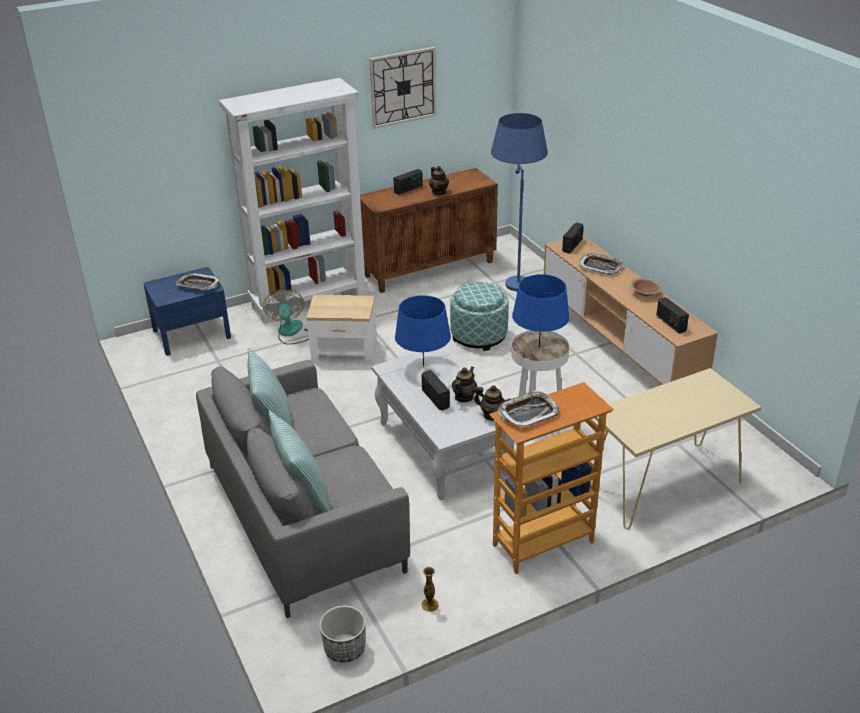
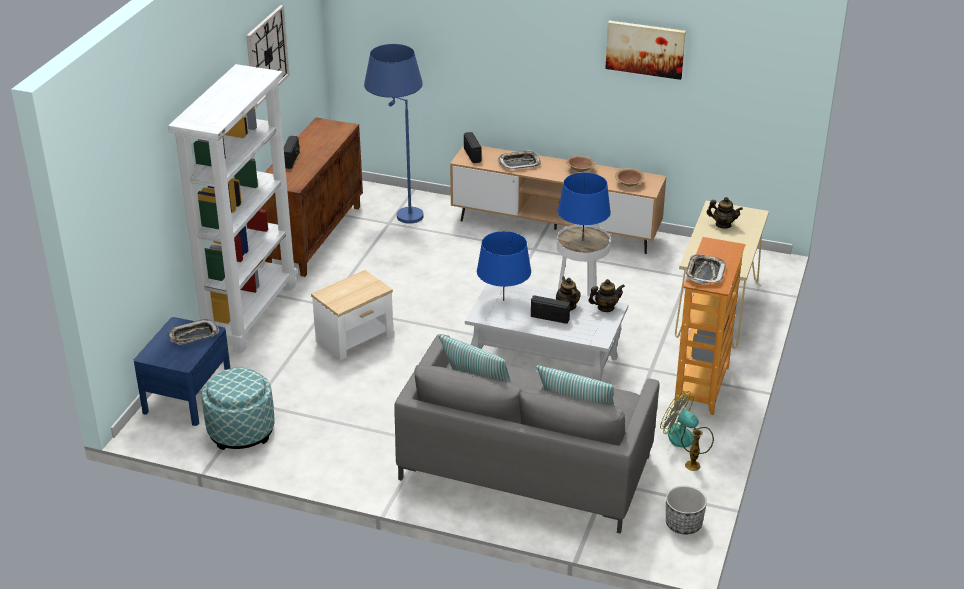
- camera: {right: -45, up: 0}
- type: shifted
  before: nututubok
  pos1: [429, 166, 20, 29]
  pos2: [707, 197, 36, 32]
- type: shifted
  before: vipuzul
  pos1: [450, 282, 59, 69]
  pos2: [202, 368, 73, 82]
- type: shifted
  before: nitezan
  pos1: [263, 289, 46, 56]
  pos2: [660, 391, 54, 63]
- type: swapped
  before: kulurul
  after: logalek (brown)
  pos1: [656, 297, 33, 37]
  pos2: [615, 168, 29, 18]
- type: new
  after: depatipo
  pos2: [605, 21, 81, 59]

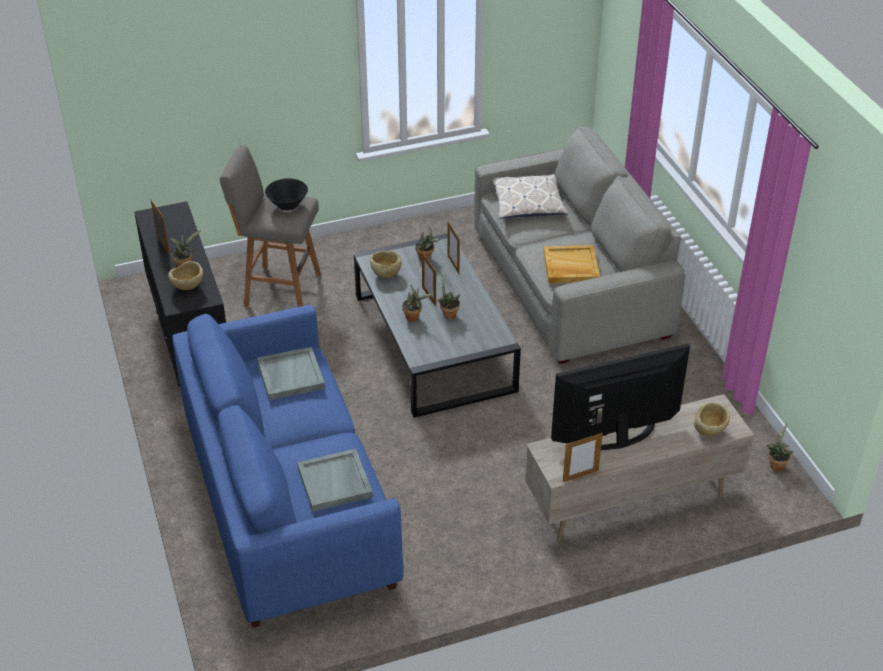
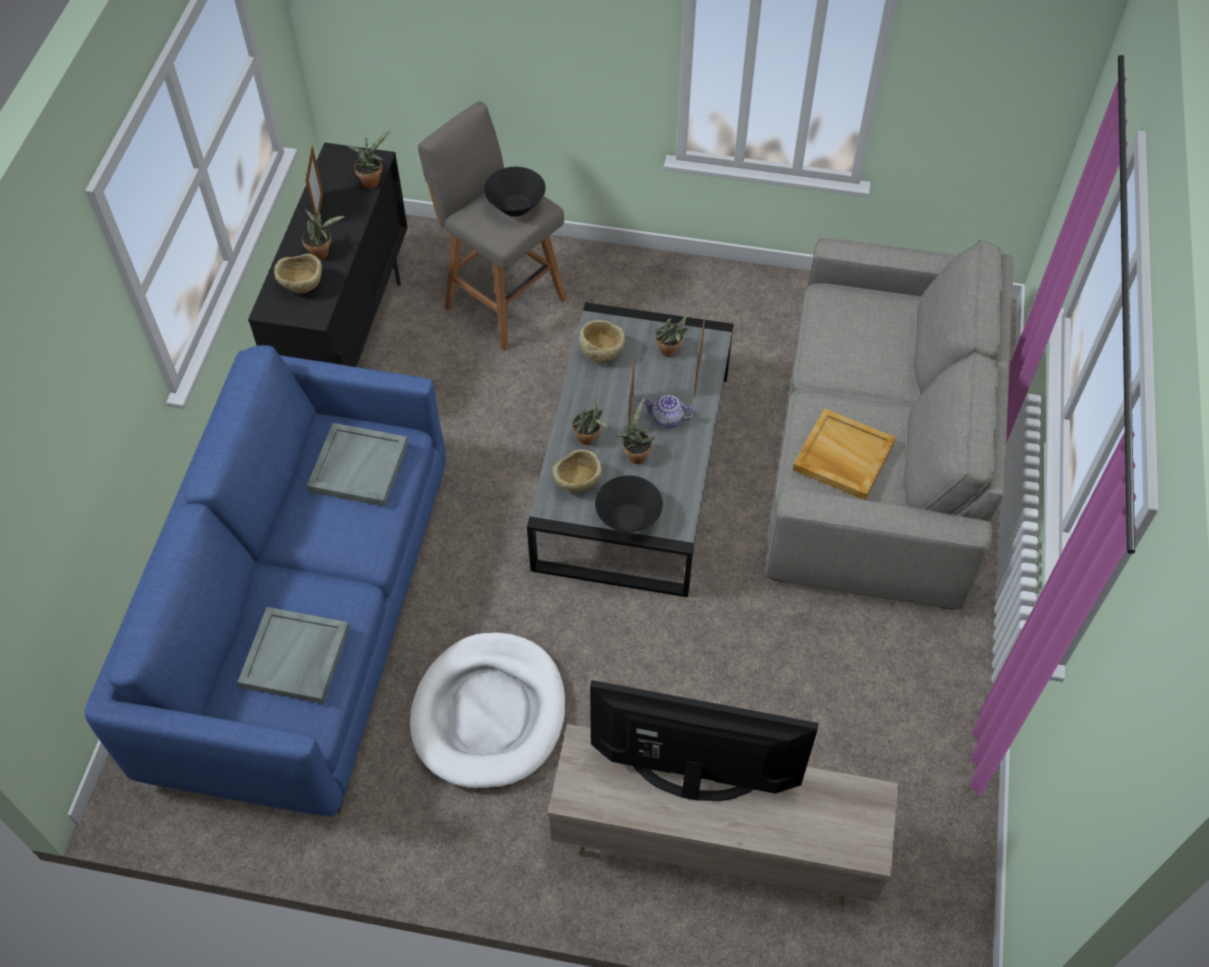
- camera: {right: 30, up: 15}
- type: gone
  before: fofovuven
  pos1: [492, 174, 76, 45]
- type: shifted
  before: logalek (beige)
  pos1: [694, 402, 36, 34]
  pos2: [552, 449, 50, 43]
- type: shifted
  before: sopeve
  pos1: [765, 423, 28, 48]
  pos2: [346, 130, 45, 58]
- type: gone
  before: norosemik
  pos1: [563, 433, 40, 49]
- type: new
  after: nututubok
  pos2: [644, 395, 51, 33]
- type: new
  after: logalek (black)
  pos2: [595, 475, 68, 57]
- type: new
  after: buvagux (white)
  pos2: [410, 632, 155, 157]

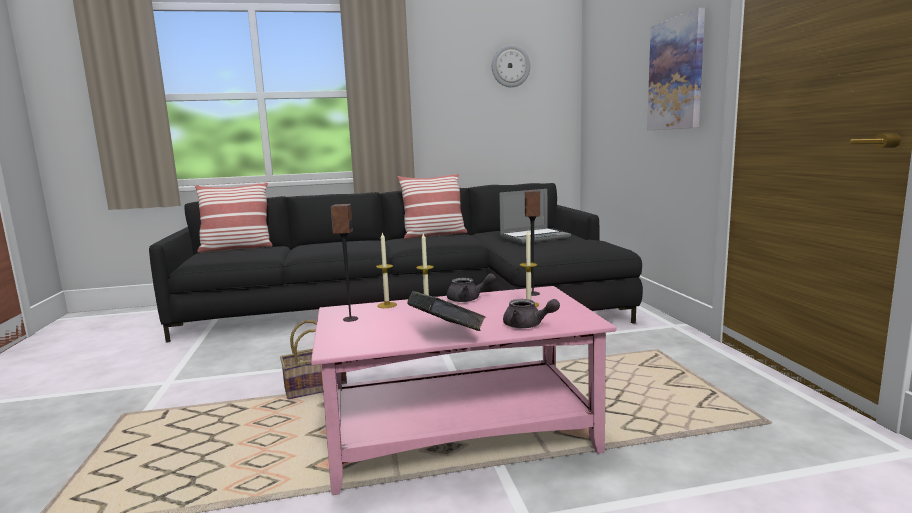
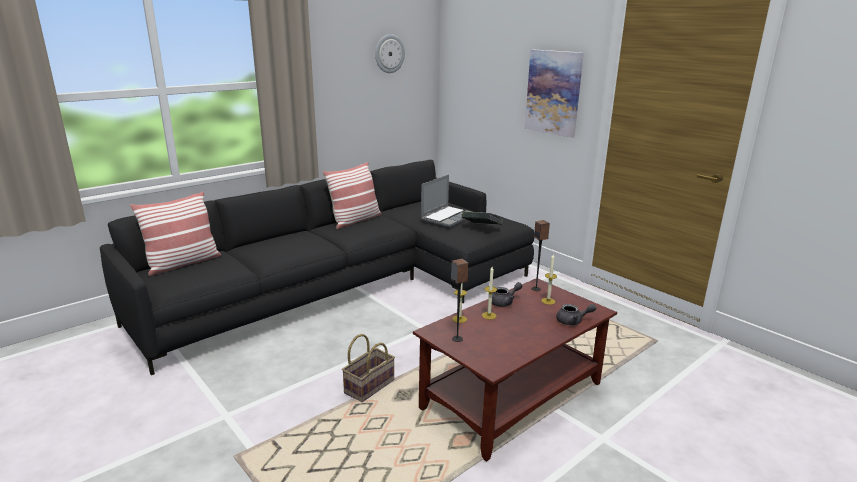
- camera: {right: -30, up: 10}
- type: repainted
  before: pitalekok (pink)
  after: pitalekok (brown)
  pos1: [311, 286, 305, 209]
  pos2: [413, 278, 204, 184]
- type: shifted
  before: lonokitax
  pos1: [407, 291, 79, 40]
  pos2: [462, 211, 41, 14]

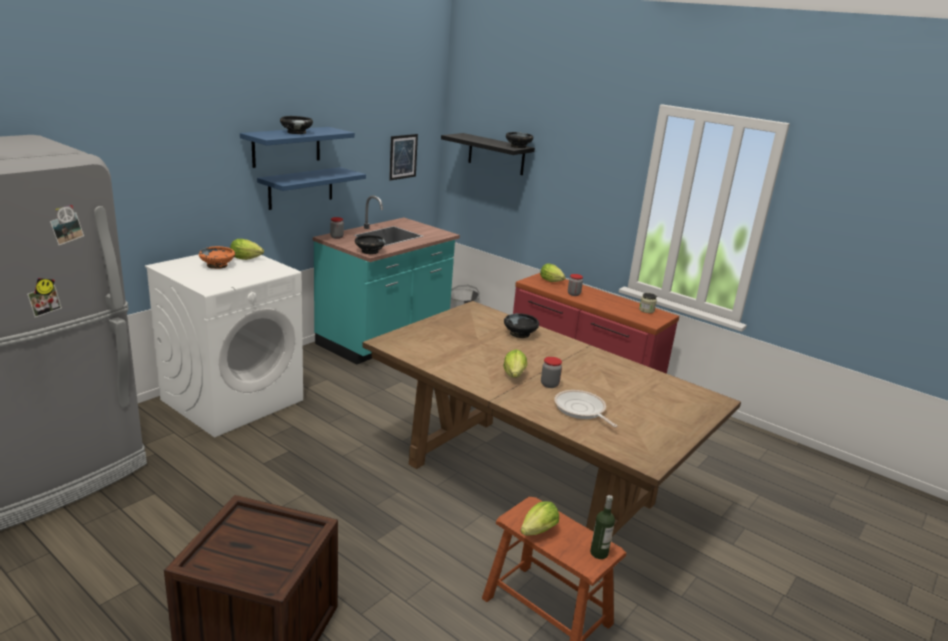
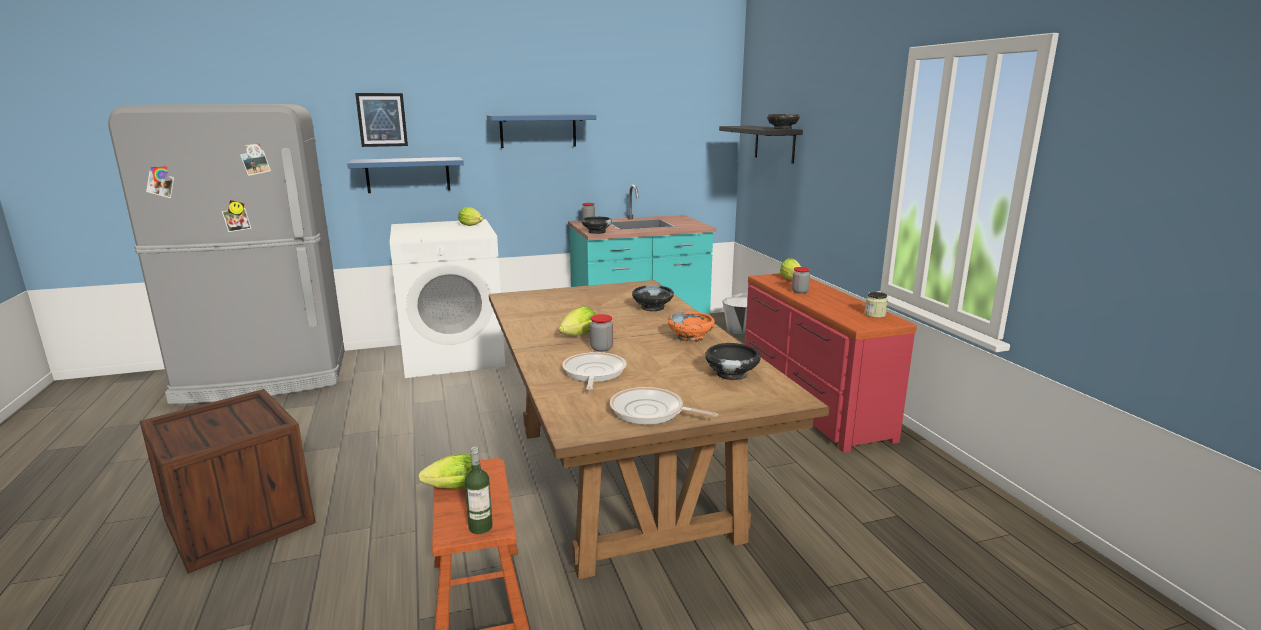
- camera: {right: 35, up: -5}
- type: shifted
  before: logalek (black)
  pos1: [280, 116, 33, 18]
  pos2: [705, 343, 56, 37]
- type: shifted
  before: depatipo
  pos1: [389, 134, 29, 47]
  pos2: [355, 93, 53, 54]
- type: shifted
  before: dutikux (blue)
  pos1: [257, 167, 109, 43]
  pos2: [347, 157, 117, 36]
- type: shifted
  before: logalek (orange)
  pos1: [198, 246, 37, 23]
  pos2: [668, 311, 47, 31]
- type: new
  after: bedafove
  pos2: [610, 387, 108, 37]

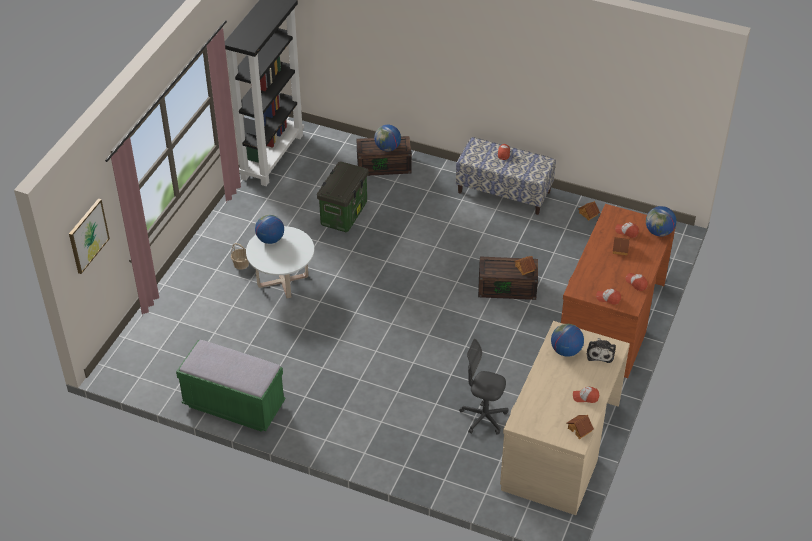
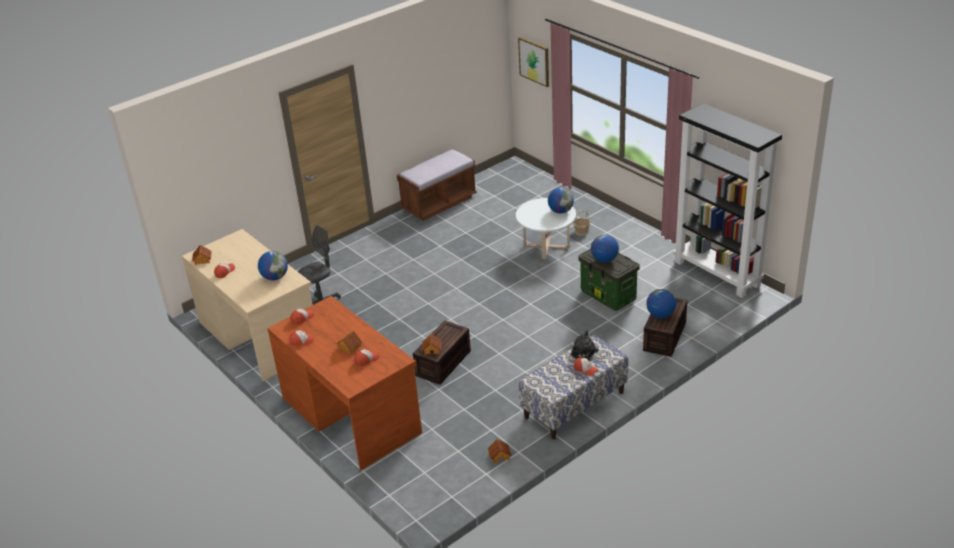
- camera: {right: 120, up: -10}
- type: shifted
  before: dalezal
  pos1: [646, 206, 30, 31]
  pos2: [591, 234, 28, 28]
- type: shifted
  before: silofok
  pos1: [587, 338, 29, 25]
  pos2: [571, 330, 33, 31]
- type: repainted
  before: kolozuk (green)
  after: kolozuk (brown)
  pos1: [176, 340, 110, 92]
  pos2: [397, 149, 80, 72]

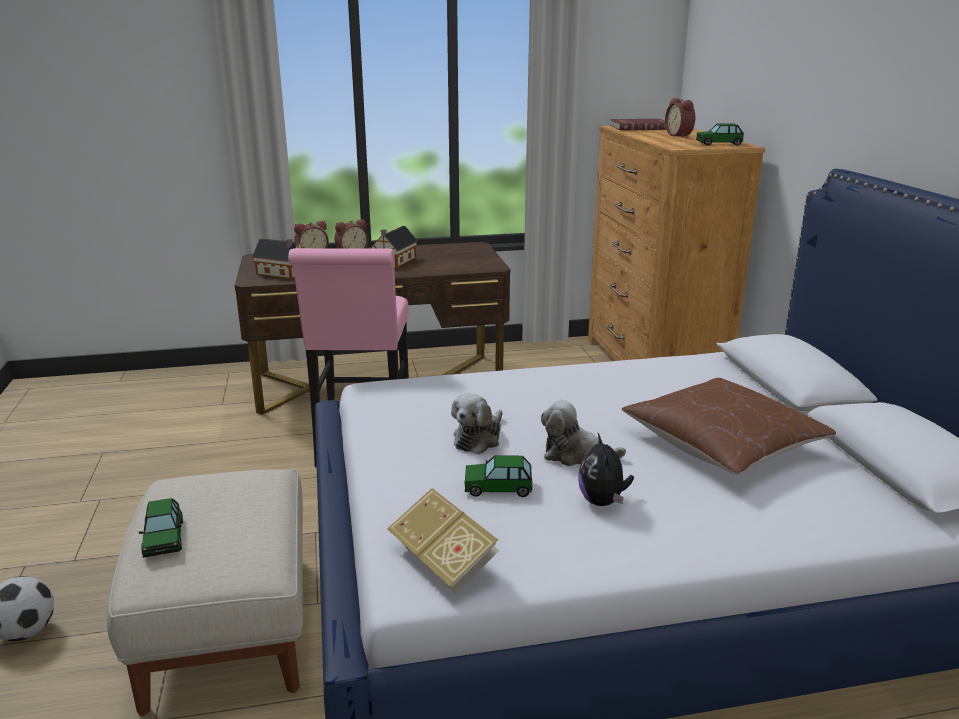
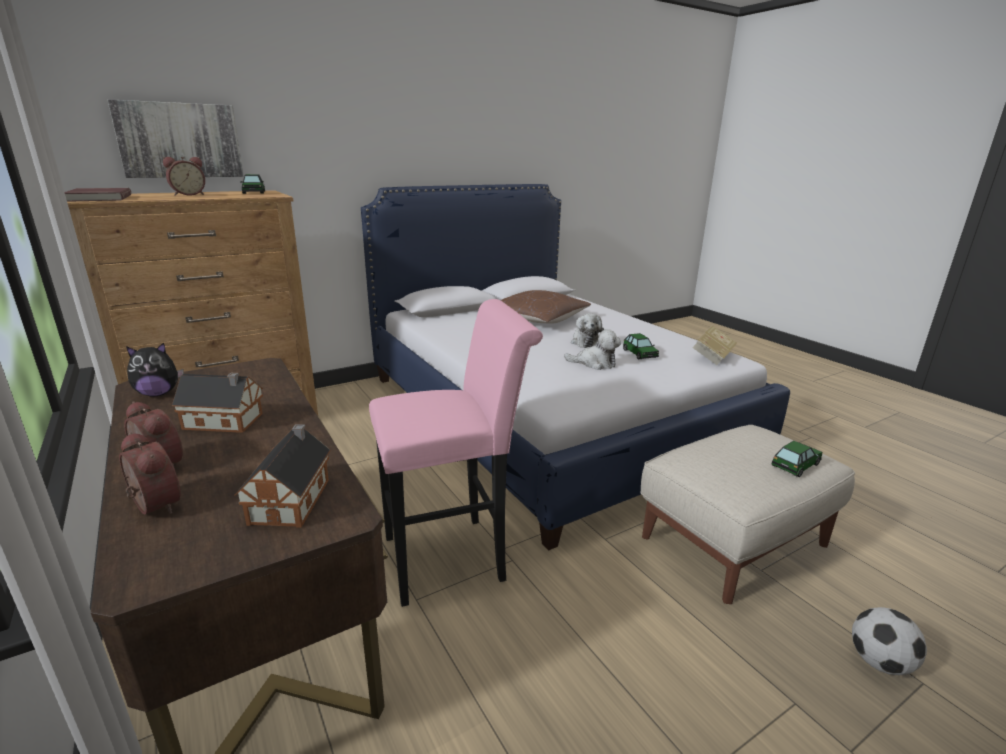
- camera: {right: -110, up: 0}
- type: shifted
  before: silofok
  pos1: [578, 433, 56, 73]
  pos2: [126, 343, 58, 54]
- type: new
  after: depatipo
  pos2: [107, 99, 137, 79]

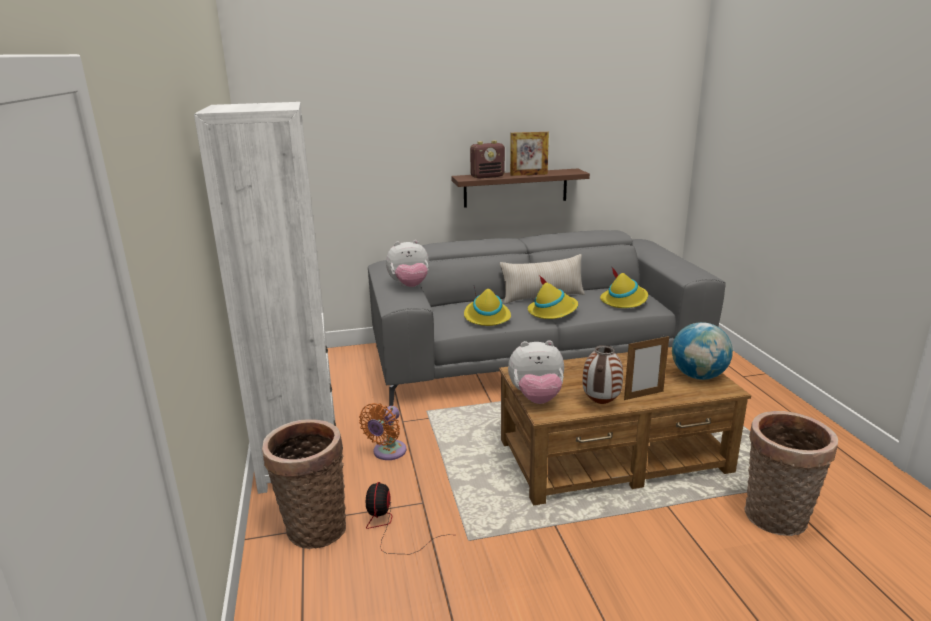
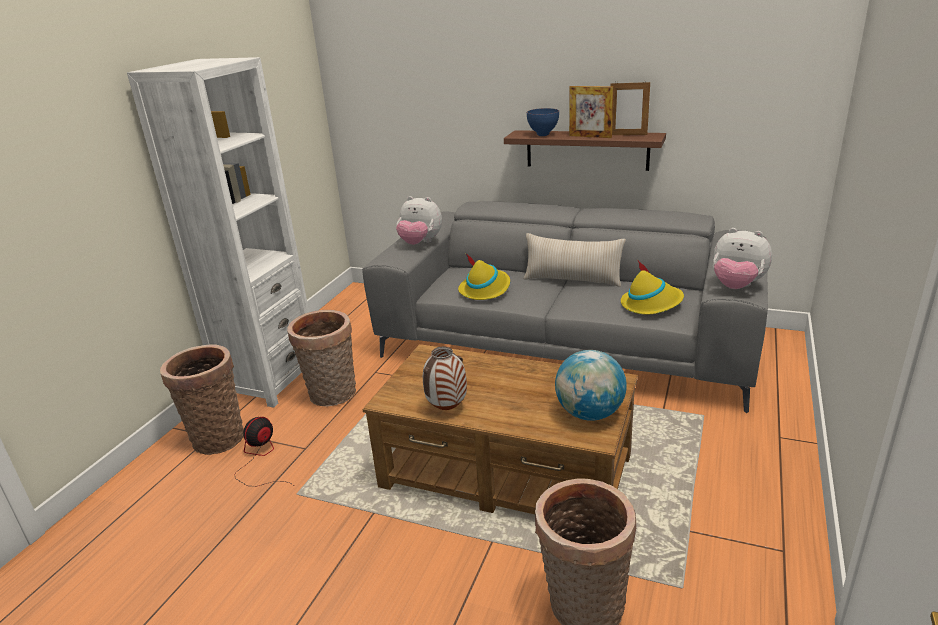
- camera: {right: 35, up: 5}
- type: swapped
  before: kulurul
  after: logalek (blue)
  pos1: [470, 141, 35, 38]
  pos2: [527, 108, 32, 28]
- type: gone
  before: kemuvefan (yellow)
  pos1: [528, 275, 50, 44]
- type: shifted
  before: norosemik
  pos1: [624, 335, 45, 65]
  pos2: [610, 80, 40, 55]
- type: shifted
  before: silofok
  pos1: [508, 340, 56, 64]
  pos2: [713, 228, 59, 61]
- type: swapped
  before: nitezan (orange)
  after: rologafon
  pos1: [359, 403, 47, 57]
  pos2: [287, 310, 69, 96]

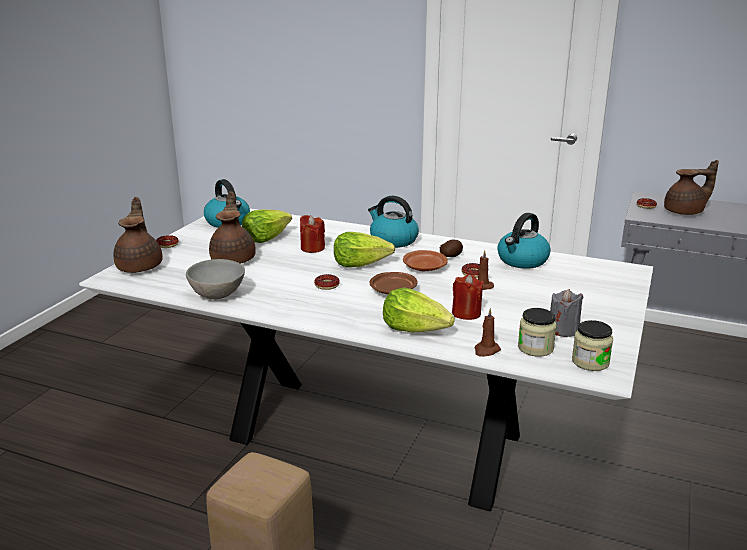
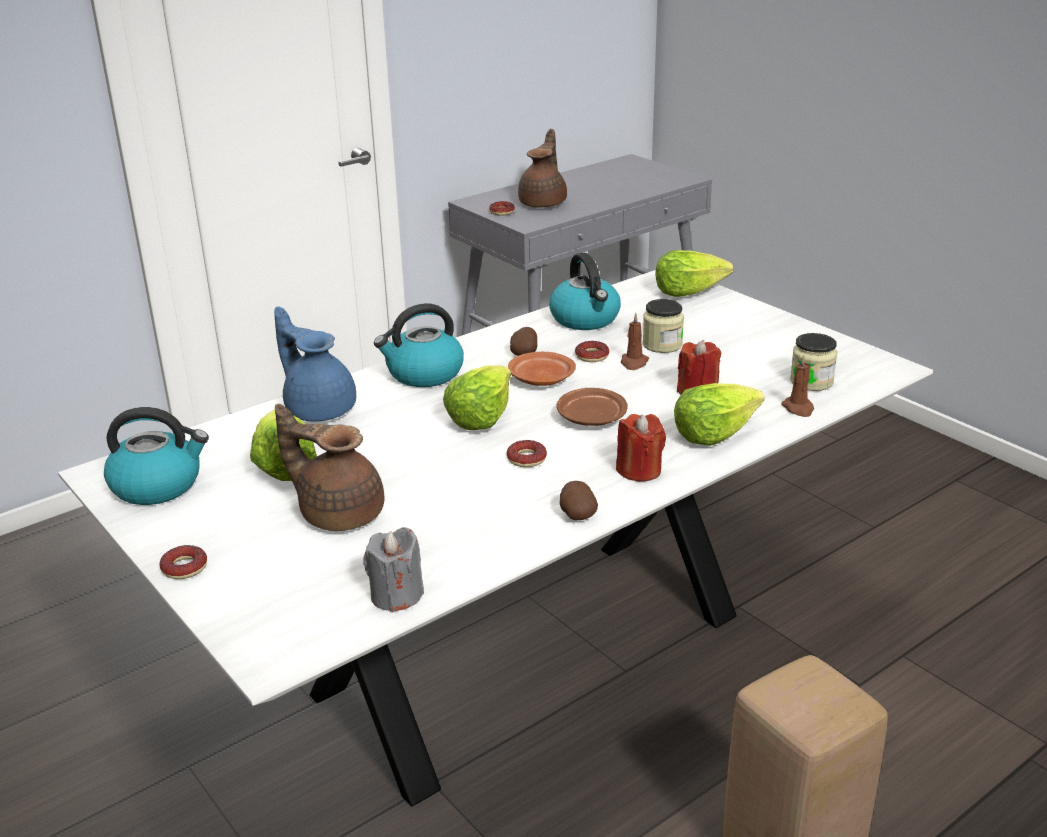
- camera: {right: -60, up: 5}
- type: gone
  before: nututubok (brown)
  pos1: [113, 197, 50, 76]
- type: shifted
  before: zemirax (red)
  pos1: [300, 215, 25, 38]
  pos2: [616, 414, 50, 68]
- type: gone
  before: logalek (grey)
  pos1: [186, 259, 59, 40]
- type: shifted
  before: zemirax (grey)
  pos1: [550, 289, 34, 48]
  pos2: [363, 527, 61, 86]
- type: shifted
  before: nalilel
  pos1: [572, 320, 41, 51]
  pos2: [643, 299, 41, 54]
- type: new
  after: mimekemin
  pos2: [655, 250, 78, 47]
- type: new
  after: nututubok (blue)
  pos2: [274, 307, 82, 114]
- type: new
  after: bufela
  pos2: [560, 481, 38, 39]

